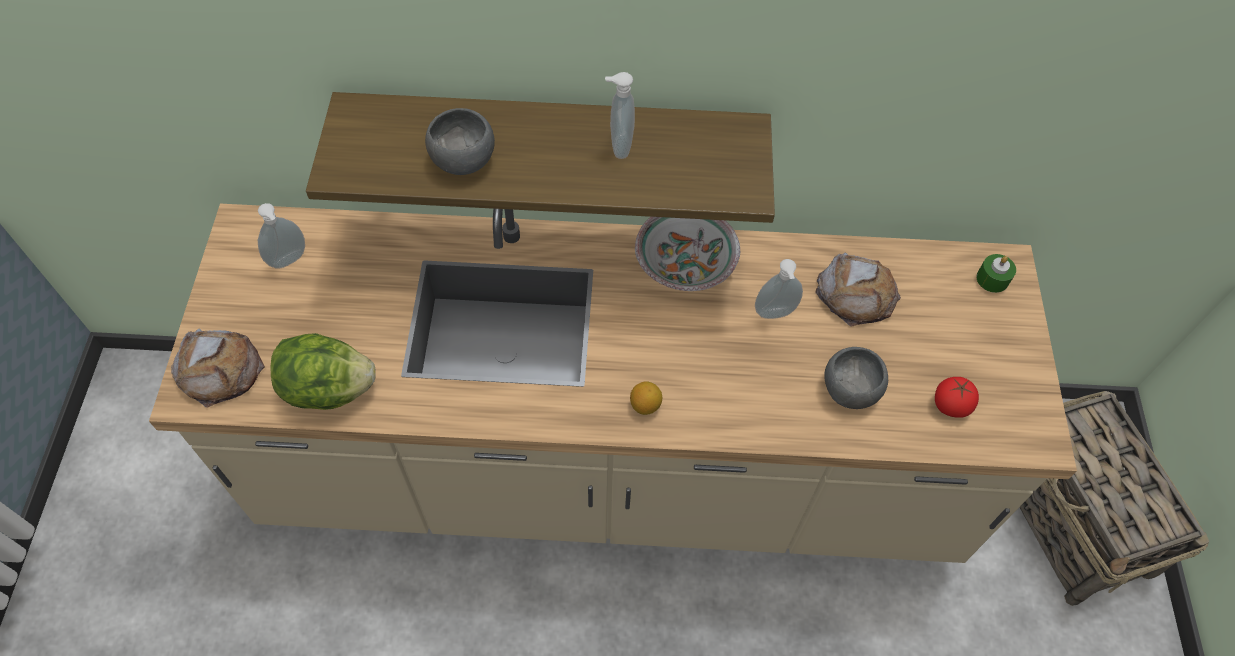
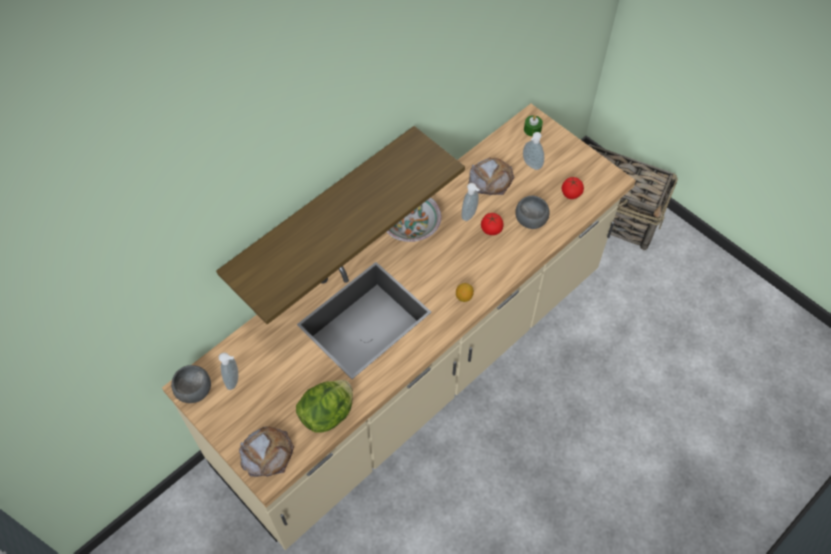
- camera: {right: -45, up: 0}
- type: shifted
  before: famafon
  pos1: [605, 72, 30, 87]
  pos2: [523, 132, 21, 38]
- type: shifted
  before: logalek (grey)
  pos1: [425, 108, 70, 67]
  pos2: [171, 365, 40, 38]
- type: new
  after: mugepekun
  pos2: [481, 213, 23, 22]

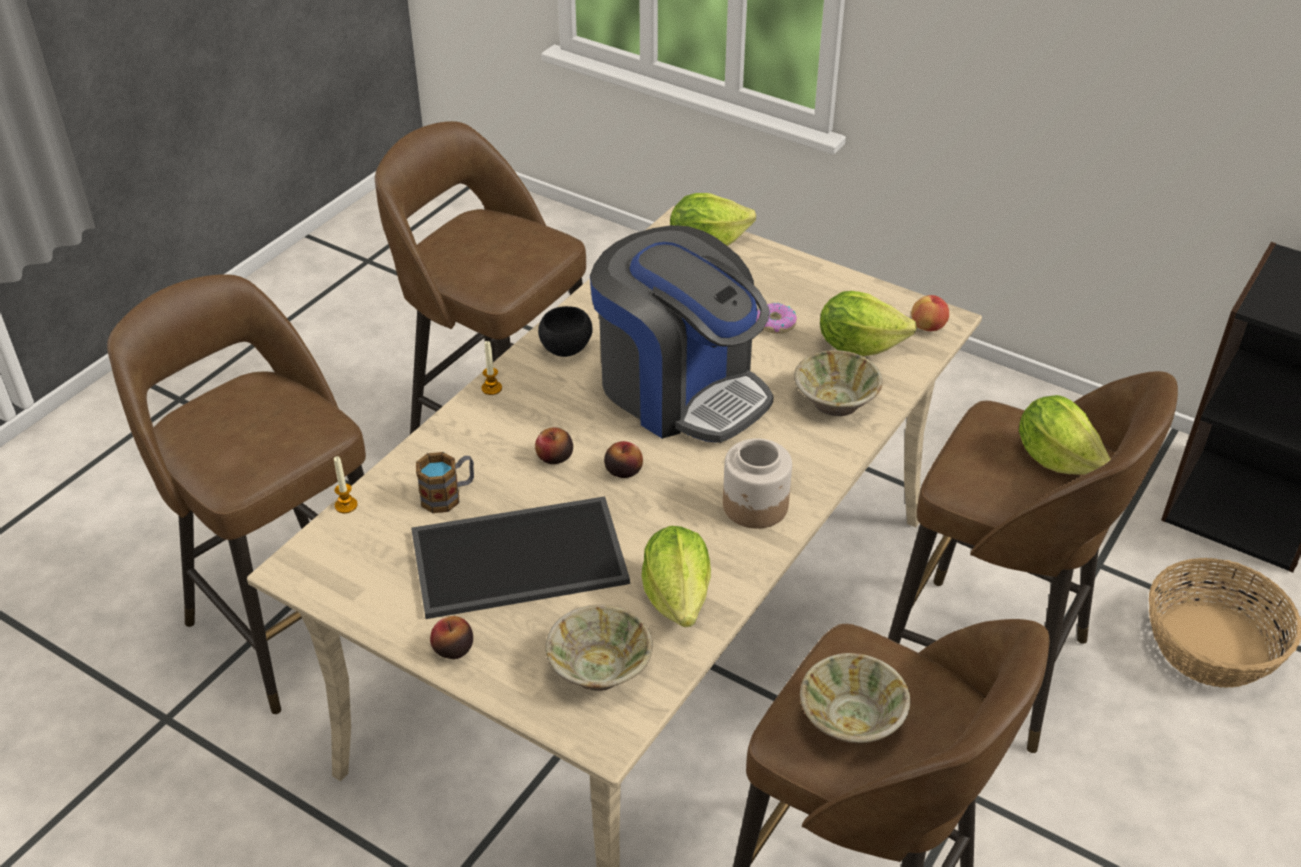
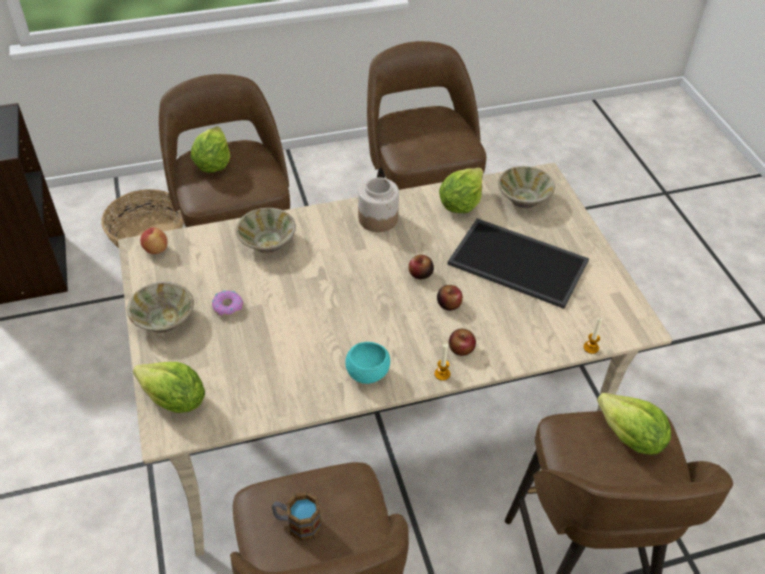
- camera: {right: -140, up: 5}
- type: gone
  before: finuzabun
  pos1: [590, 225, 184, 218]
- type: shifted
  before: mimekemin
  pos1: [820, 291, 97, 65]
  pos2: [597, 393, 74, 62]
- type: repainted
  before: logalek (black)
  after: logalek (turquoise)
  pos1: [538, 306, 55, 51]
  pos2: [345, 342, 45, 42]
- type: shifted
  before: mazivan
  pos1: [416, 452, 58, 61]
  pos2: [272, 492, 50, 49]
- type: shifted
  before: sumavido
  pos1: [430, 616, 43, 43]
  pos2: [449, 329, 27, 27]
- type: shifted
  before: logalek (beige)
  pos1: [800, 653, 110, 90]
  pos2: [127, 282, 67, 51]

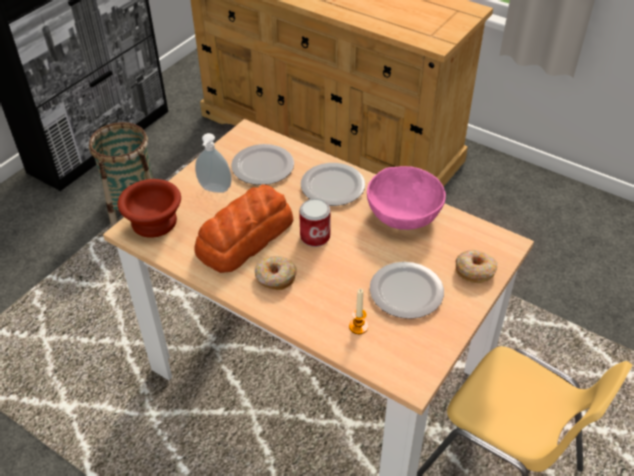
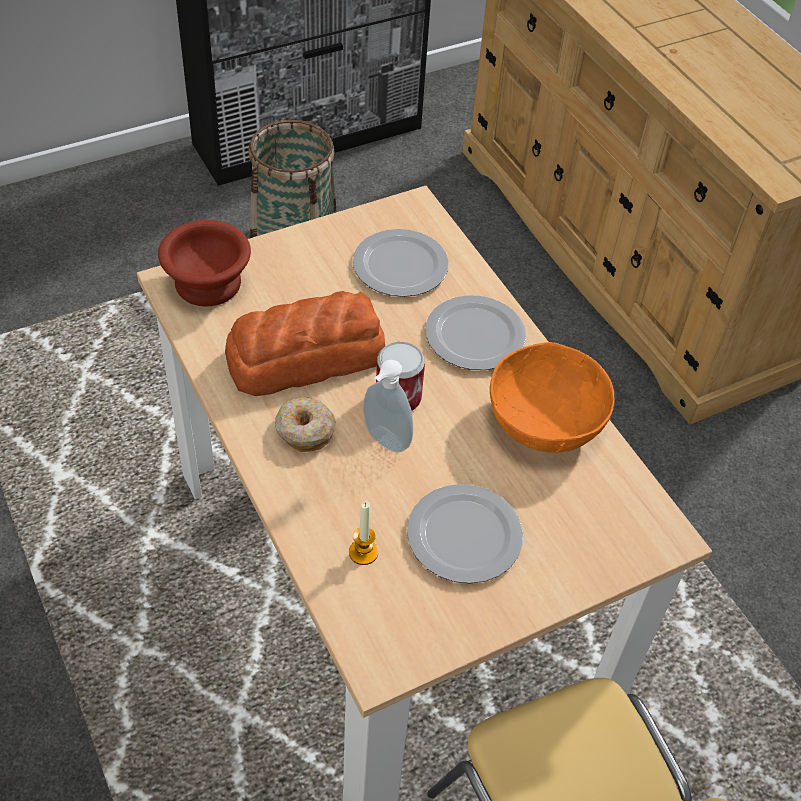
- camera: {right: 25, up: 5}
- type: shifted
  before: famafon
  pos1: [195, 133, 37, 60]
  pos2: [363, 360, 50, 93]
- type: repainted
  before: logalek (pink)
  after: logalek (orange)
  pos1: [367, 166, 79, 64]
  pos2: [490, 342, 125, 111]
- type: gone
  before: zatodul
  pos1: [455, 249, 42, 34]

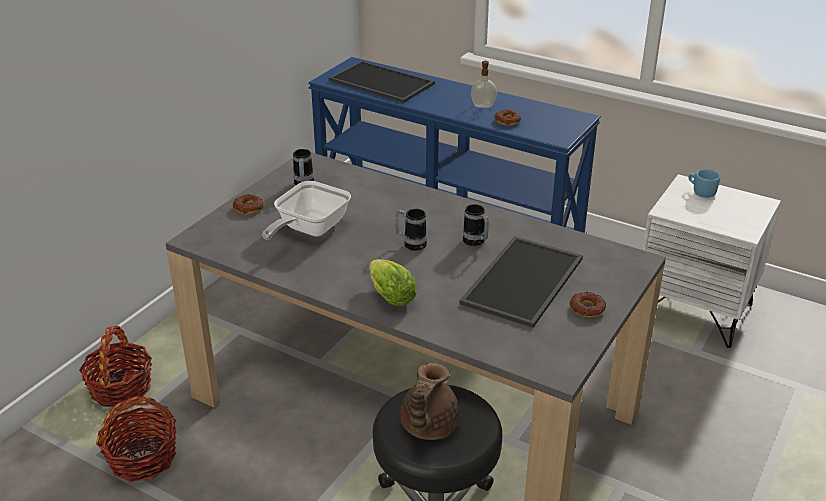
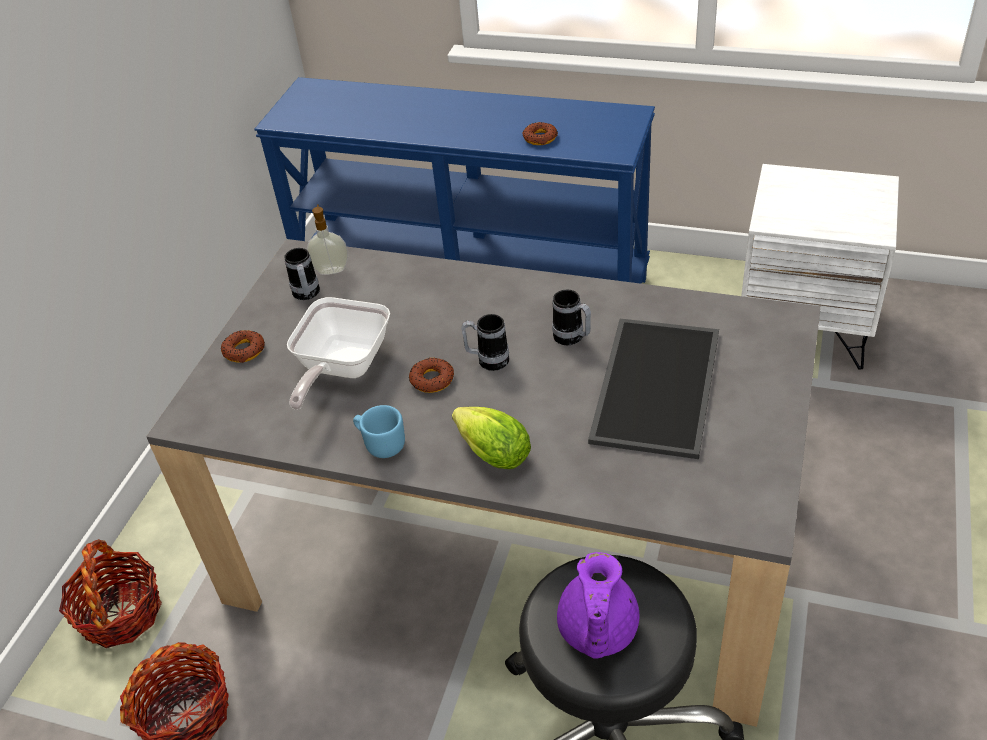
- camera: {right: -10, up: 10}
- type: gone
  before: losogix
  pos1: [329, 61, 106, 42]
- type: shifted
  before: famafon
  pos1: [471, 61, 26, 47]
  pos2: [306, 204, 43, 71]
- type: shifted
  before: mazivan (blue)
  pos1: [688, 169, 32, 29]
  pos2: [353, 405, 52, 53]
- type: shifted
  before: zatodul
  pos1: [569, 292, 37, 25]
  pos2: [408, 358, 46, 35]
- type: repainted
  before: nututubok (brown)
  after: nututubok (purple)
  pos1: [400, 363, 60, 77]
  pos2: [557, 552, 83, 107]

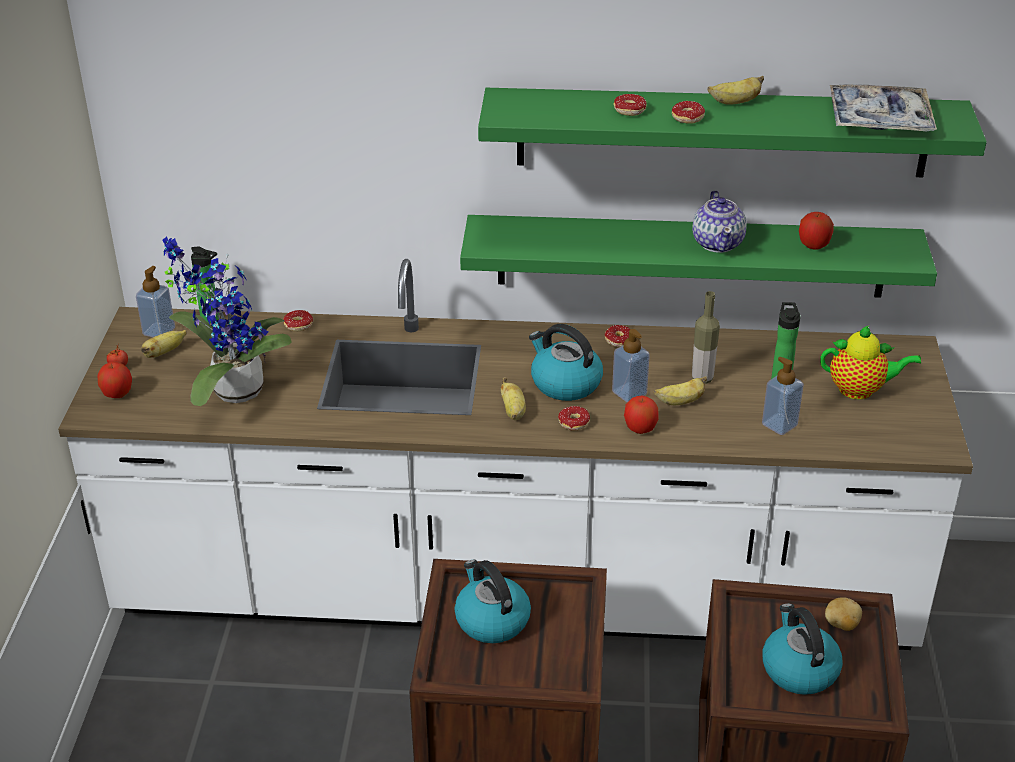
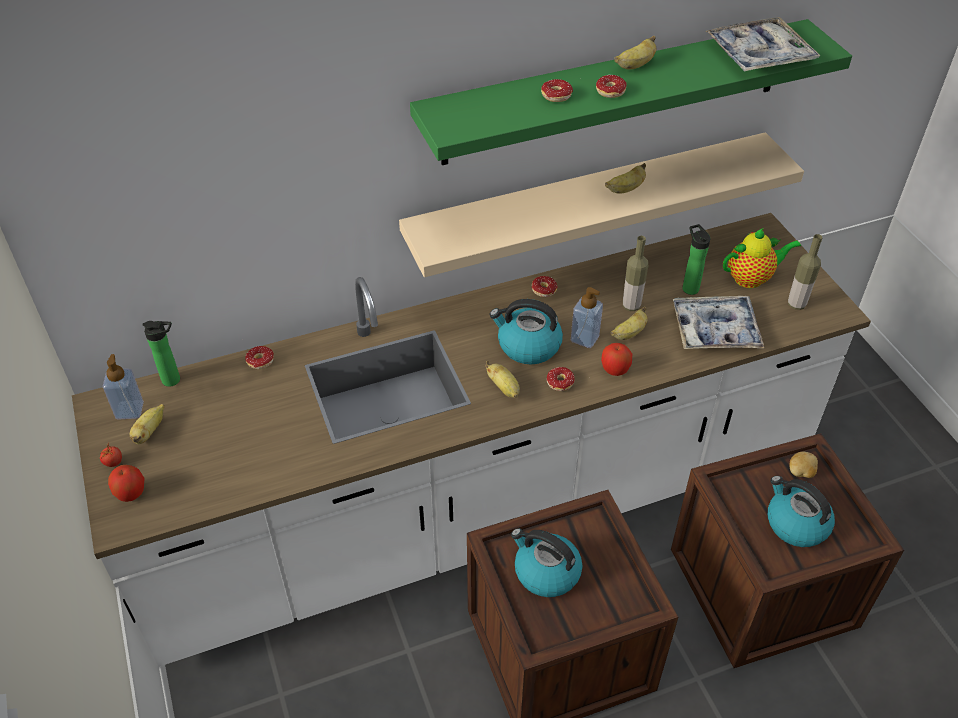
- camera: {right: -25, up: 10}
- type: swapped
  before: nututubok
  after: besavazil
  pos1: [692, 190, 54, 63]
  pos2: [605, 163, 41, 31]
- type: gone
  before: sumavido
  pos1: [799, 212, 35, 38]
- type: repainted
  before: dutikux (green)
  after: dutikux (beige)
  pos1: [460, 215, 477, 83]
  pos2: [399, 132, 405, 145]
- type: gone
  before: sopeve
  pos1: [162, 237, 130, 169]
- type: swapped
  before: famafon
  after: losogix
  pos1: [762, 357, 42, 78]
  pos2: [673, 296, 91, 53]
- type: new
  after: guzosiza
  pos2: [788, 234, 34, 76]

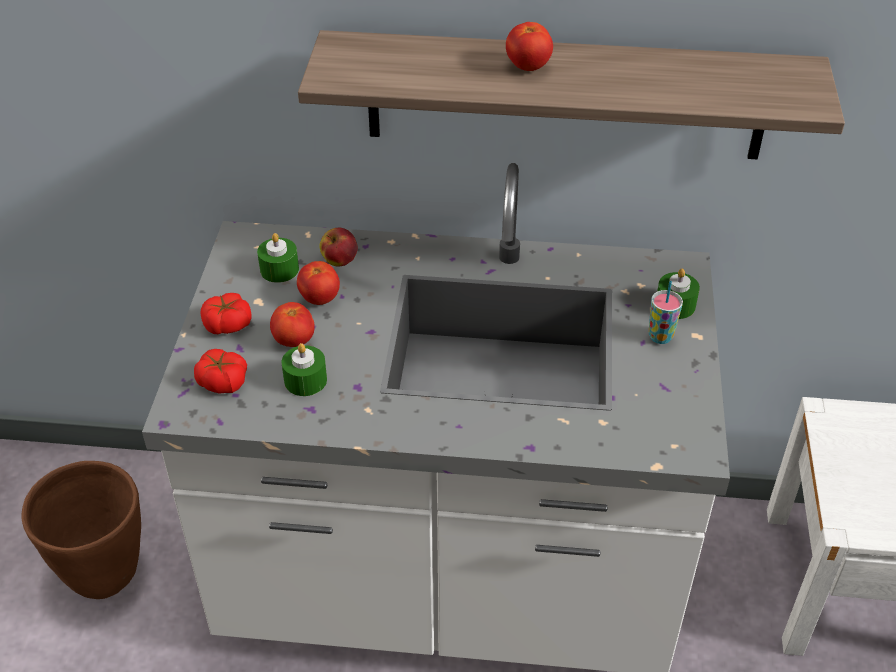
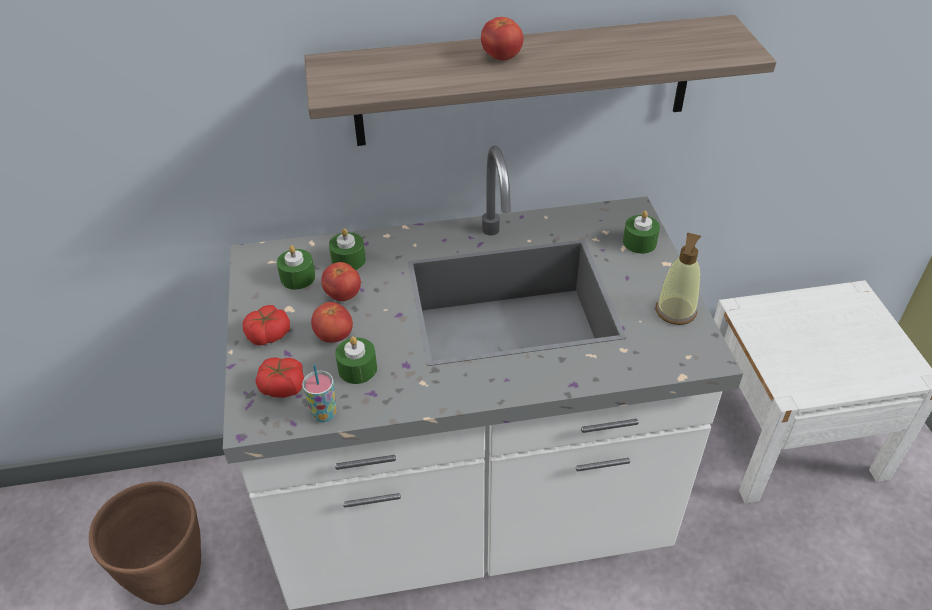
- camera: {right: -15, up: 0}
- type: swapped
  before: sumavido
  after: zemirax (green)
  pos1: [319, 228, 39, 38]
  pos2: [329, 228, 37, 42]
- type: shifted
  before: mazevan
  pos1: [648, 281, 35, 63]
  pos2: [302, 364, 34, 58]
- type: new
  after: famafon
  pos2: [655, 232, 46, 93]

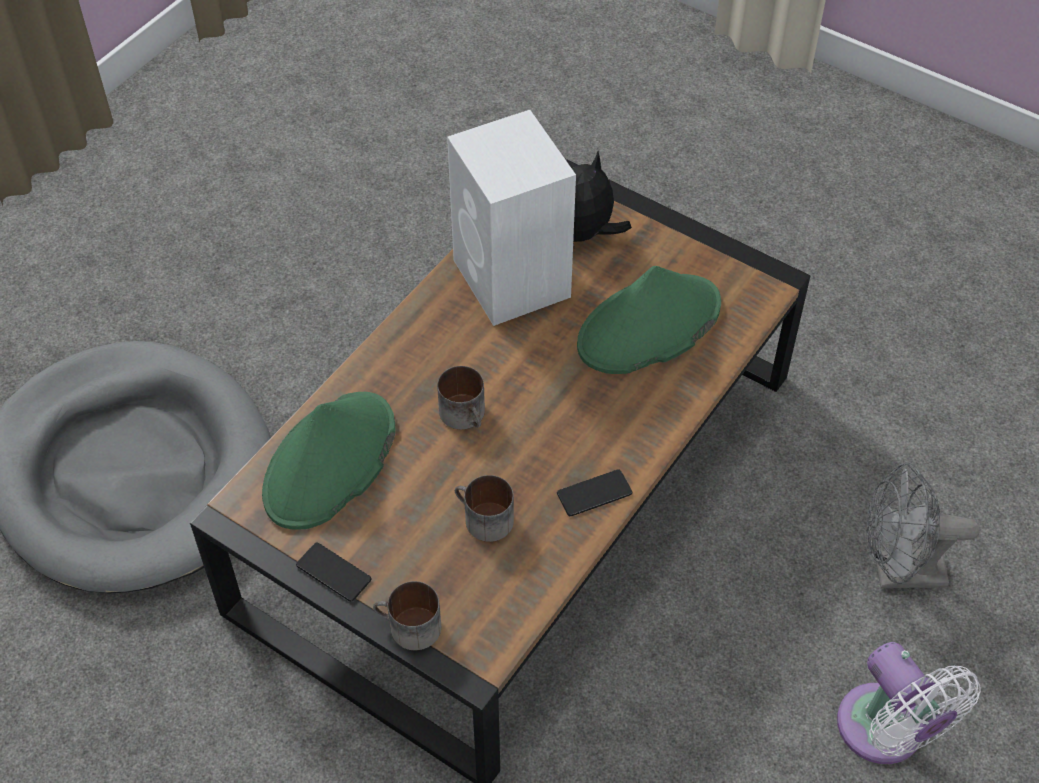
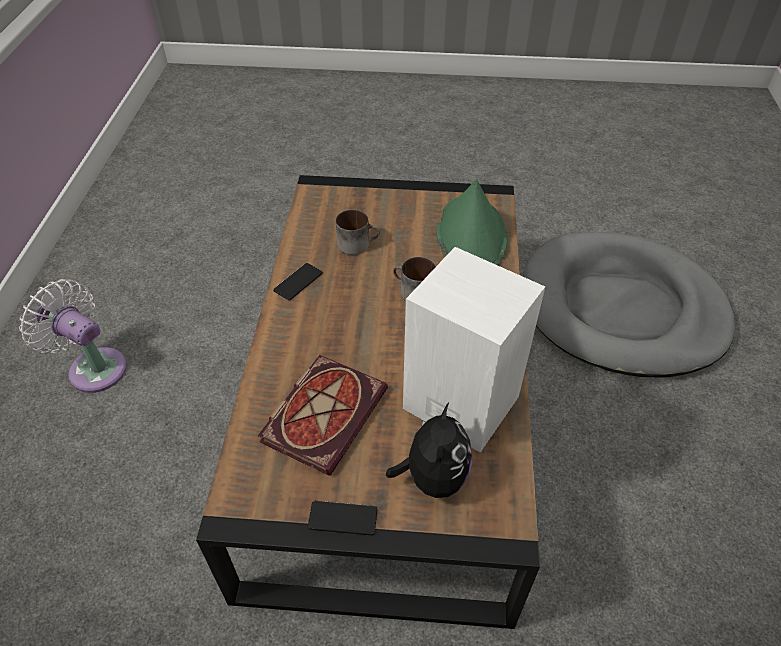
- camera: {right: 150, up: -5}
- type: swapped
  before: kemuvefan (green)
  after: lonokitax
  pos1: [577, 265, 144, 109]
  pos2: [258, 355, 130, 121]
- type: gone
  before: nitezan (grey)
  pos1: [867, 463, 113, 125]
- type: shifted
  before: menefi
  pos1: [296, 542, 76, 60]
  pos2: [308, 501, 70, 34]
- type: gone
  before: mazivan
  pos1: [373, 581, 68, 69]

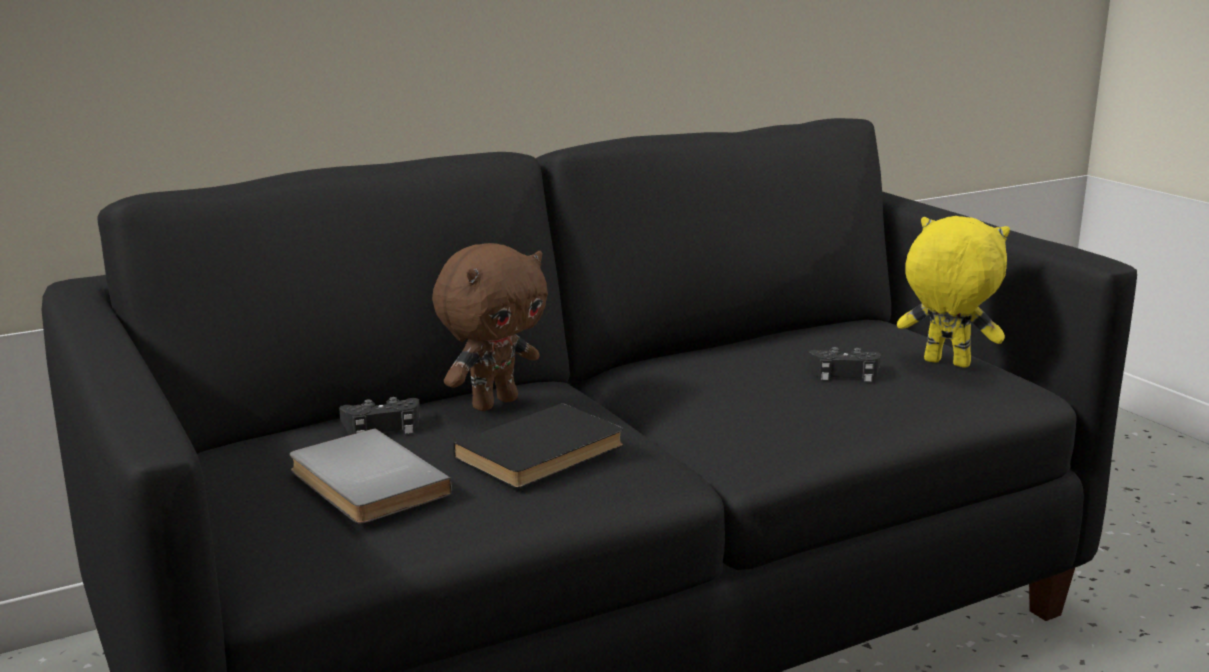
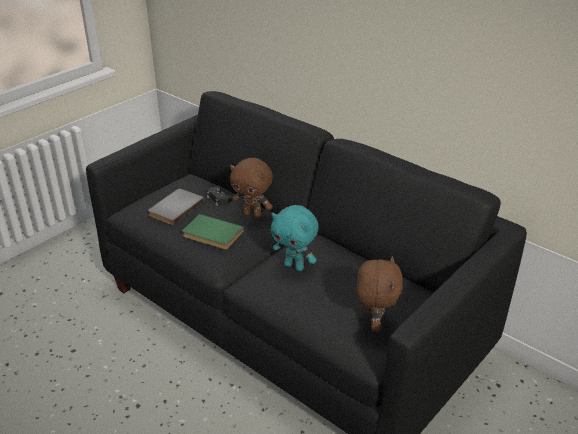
- camera: {right: 70, up: 15}
- type: repainted
  before: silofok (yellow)
  after: silofok (brown)
  pos1: [897, 216, 113, 152]
  pos2: [357, 256, 46, 76]
- type: gone
  before: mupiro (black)
  pos1: [808, 347, 73, 35]
- type: repainted
  before: lonokitax (black)
  after: lonokitax (green)
  pos1: [453, 403, 170, 85]
  pos2: [182, 214, 62, 36]
- type: new
  after: silofok (turquoise)
  pos2: [271, 205, 48, 66]

